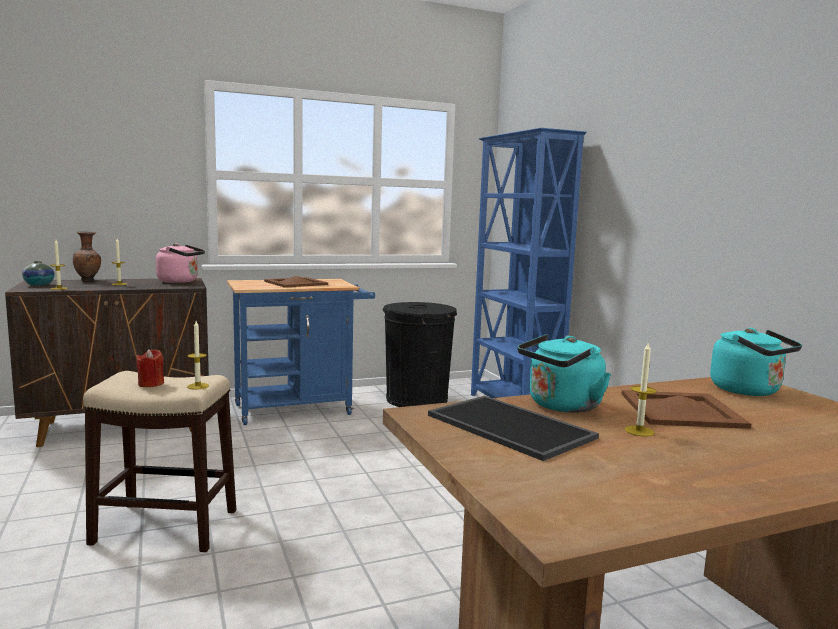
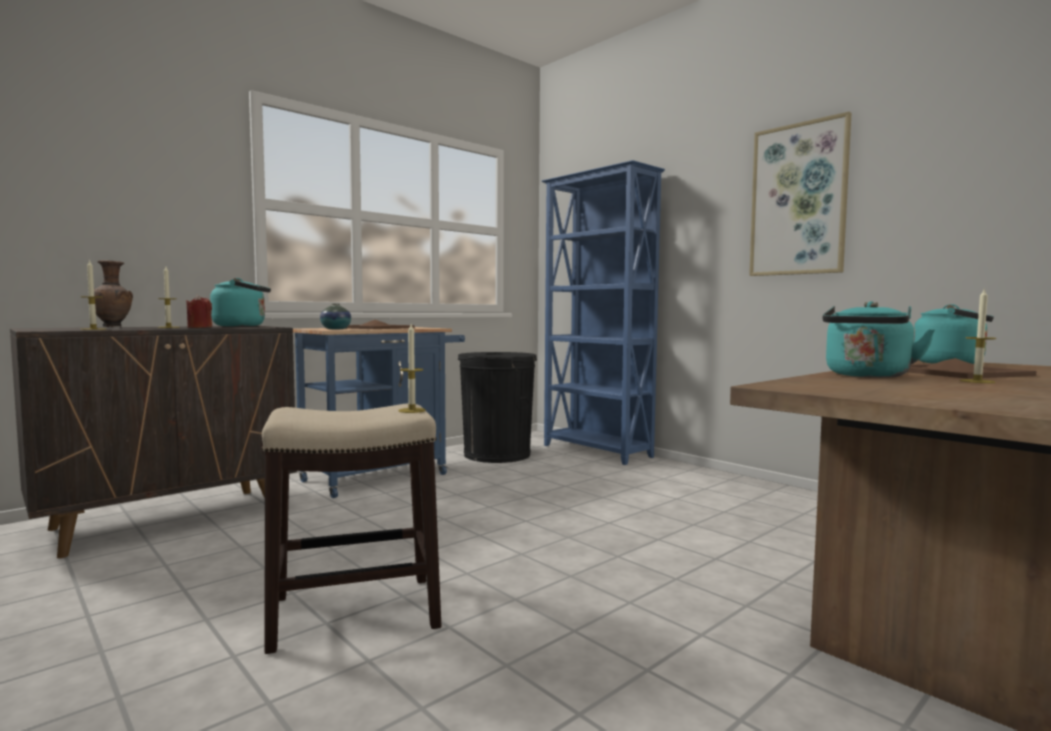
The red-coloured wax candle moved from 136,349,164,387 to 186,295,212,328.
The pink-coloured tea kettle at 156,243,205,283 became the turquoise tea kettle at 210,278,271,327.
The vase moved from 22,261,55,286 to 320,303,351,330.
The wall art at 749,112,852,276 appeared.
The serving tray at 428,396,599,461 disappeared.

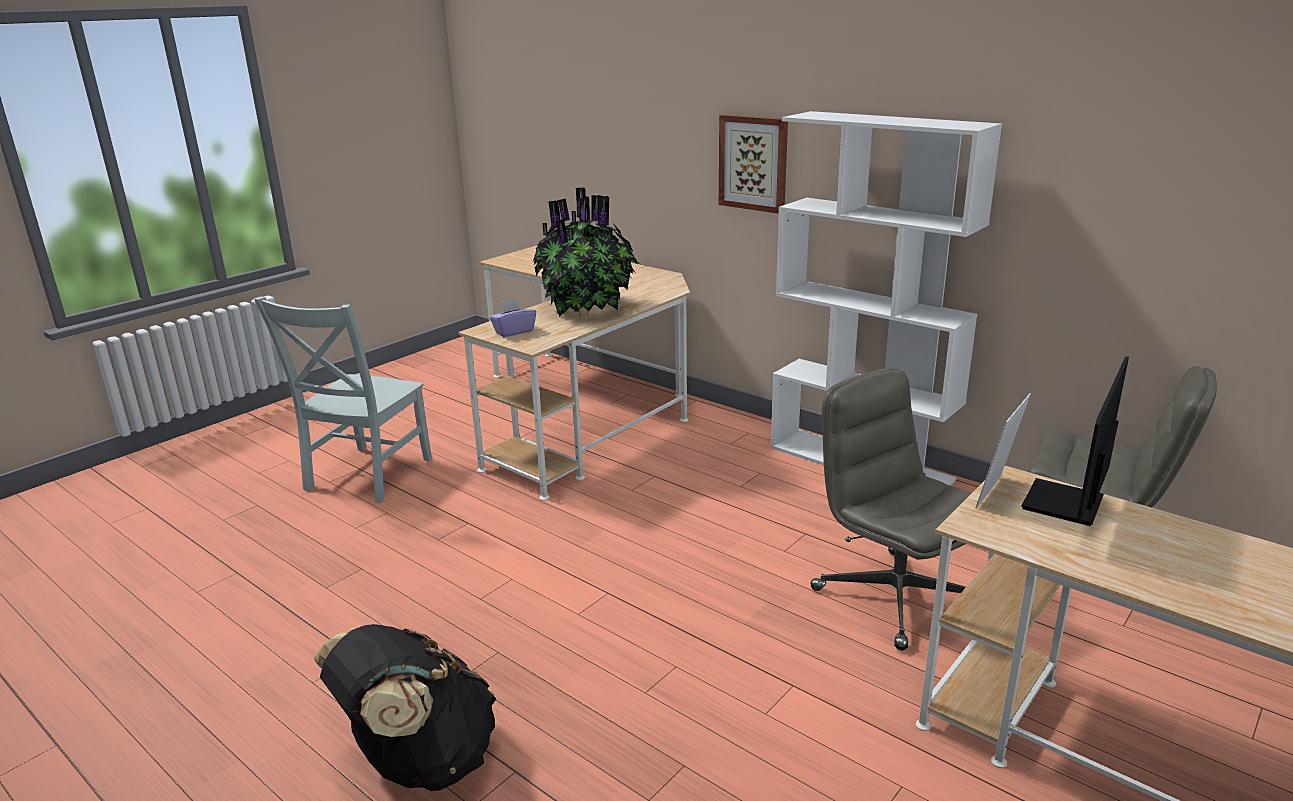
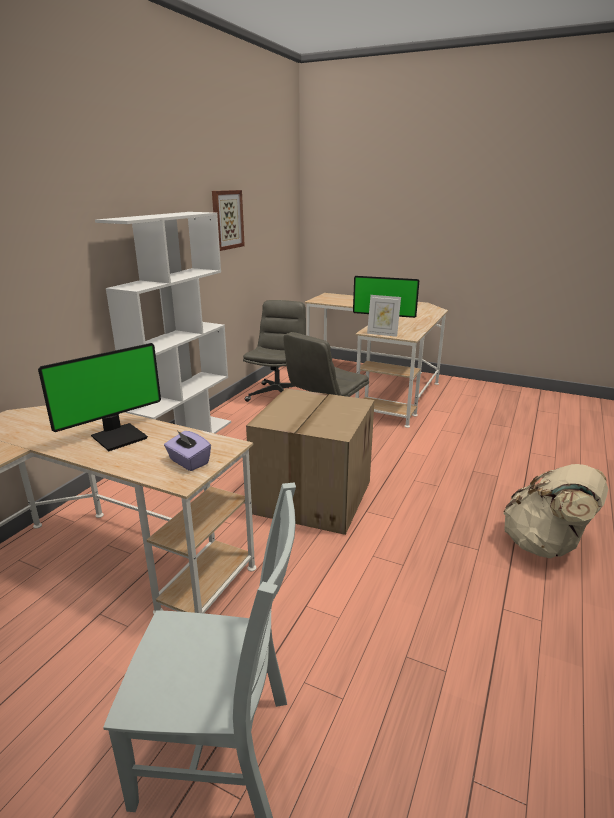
The plant in a pot at 533,188,640,317 was replaced by the monitor at 38,343,161,451.
The wall art moved from 719,114,788,214 to 212,190,245,251.
The cardboard box at 246,388,375,535 appeared.
The black-coloured rucksack at 314,624,496,791 became the beige-coloured rucksack at 503,464,608,558.

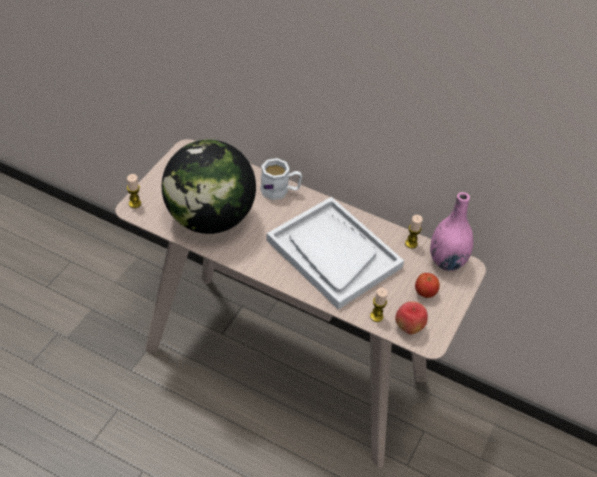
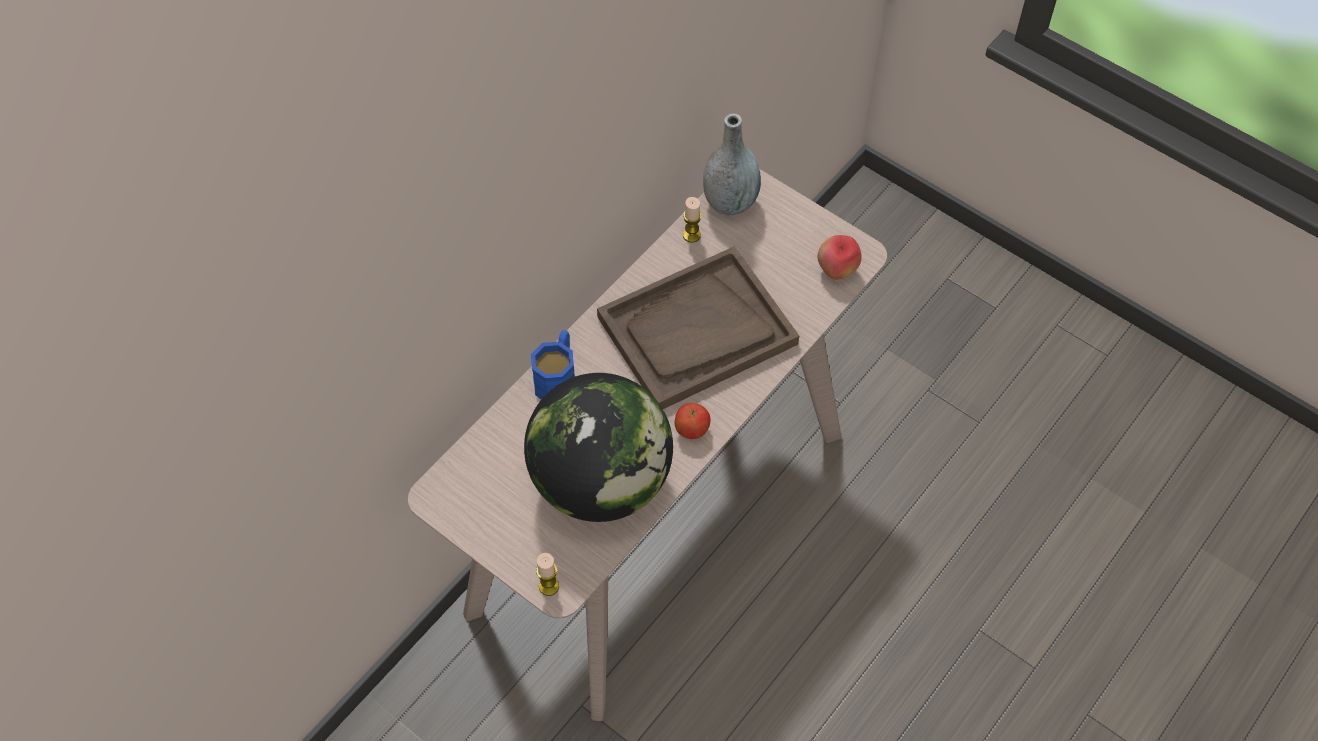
The white-coloured tea mug at 260,158,302,200 became the blue tea mug at 531,330,575,400.
The white-coloured serving tray at 266,197,404,309 became the brown serving tray at 597,246,799,409.
The apple fruit moved from 415,273,440,298 to 675,403,711,439.
The pink-coloured vase at 430,192,473,271 became the greyish vase at 703,114,761,215.
The wax candle at 370,288,388,322 disappeared.

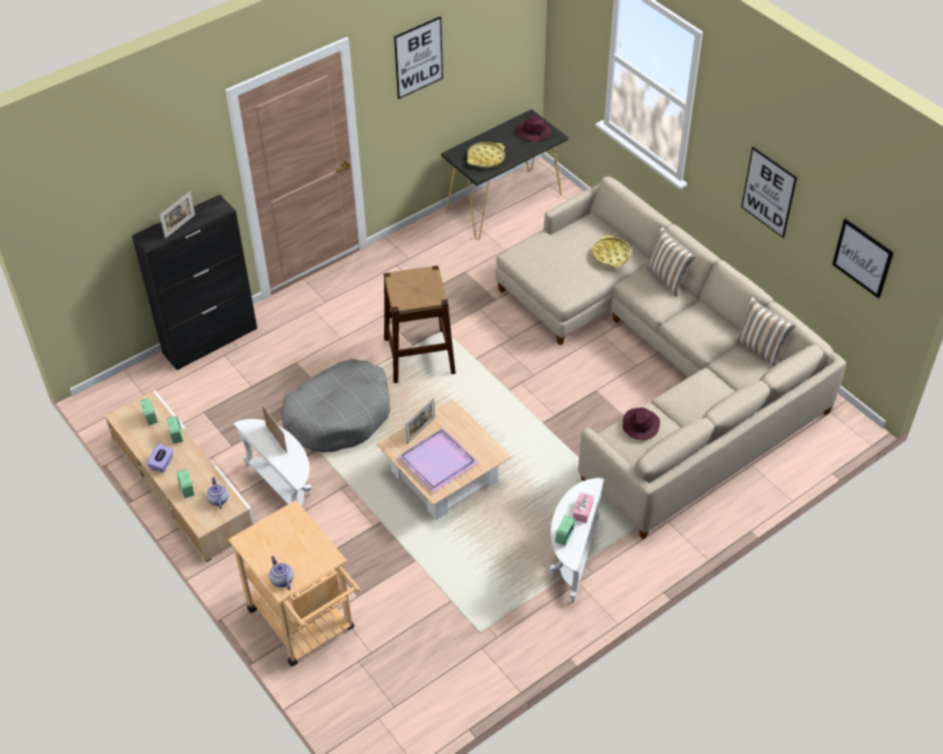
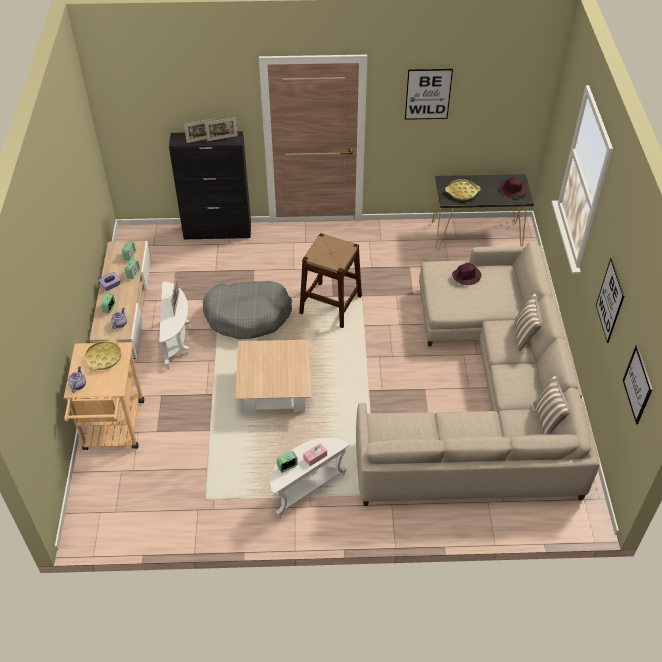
The yellow serving tray moved from 592,235,631,267 to 84,339,121,371.
The standing frame moved from 405,398,435,444 to 205,117,238,141.
The purplish wearable hat moved from 623,408,660,440 to 452,263,481,285.
The purplish serving tray at 397,428,479,493 disappeared.

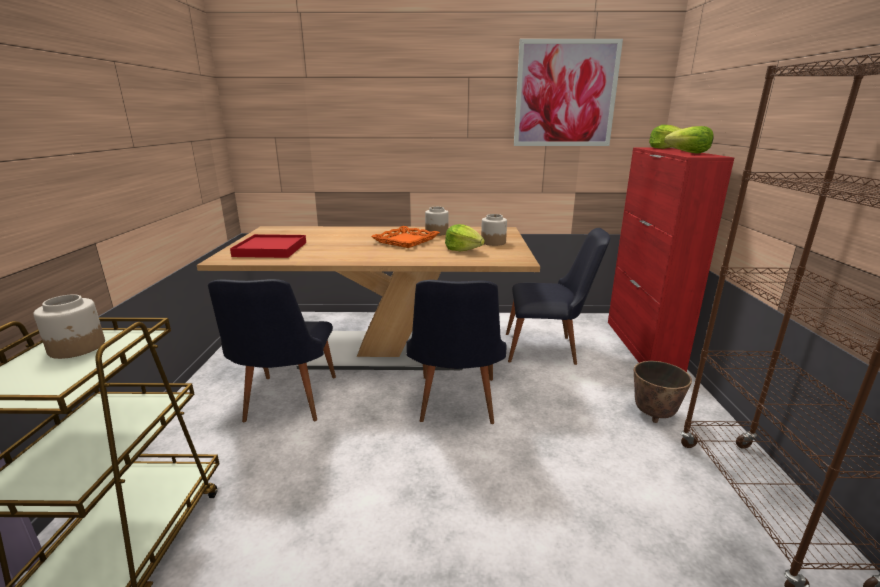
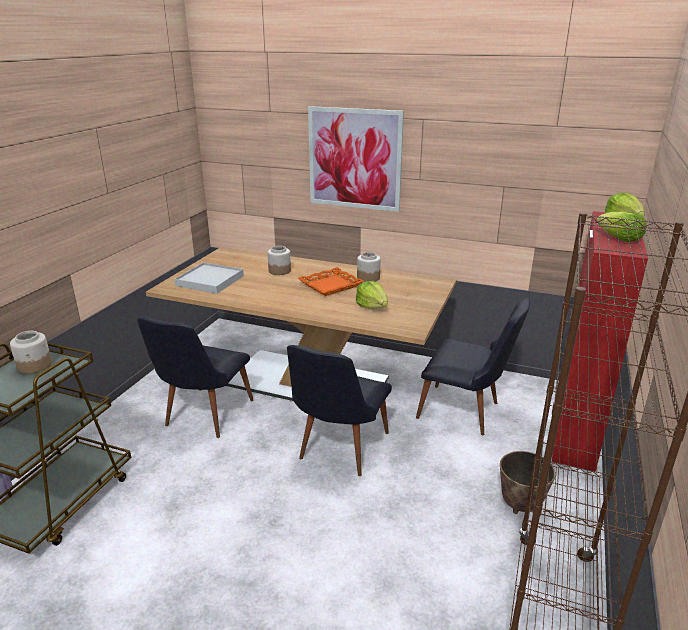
The red-coloured serving tray at 230,234,306,258 became the white-coloured serving tray at 174,262,244,294.
The storage jar moved from 481,214,507,246 to 268,246,291,275.
The wall art moved from 514,39,623,146 to 308,106,404,212.

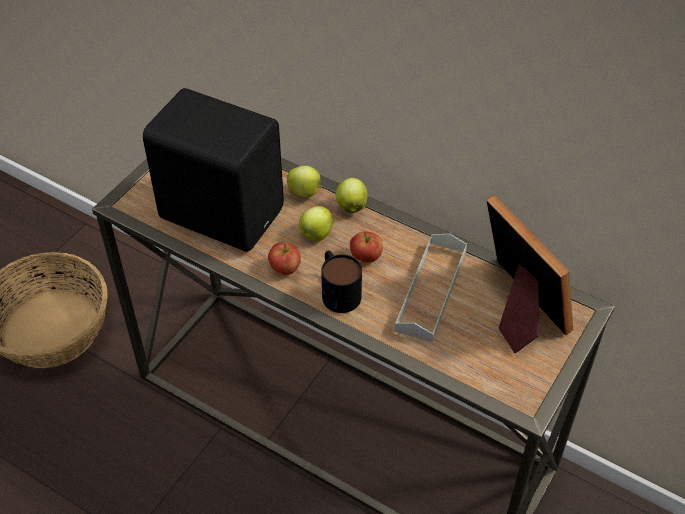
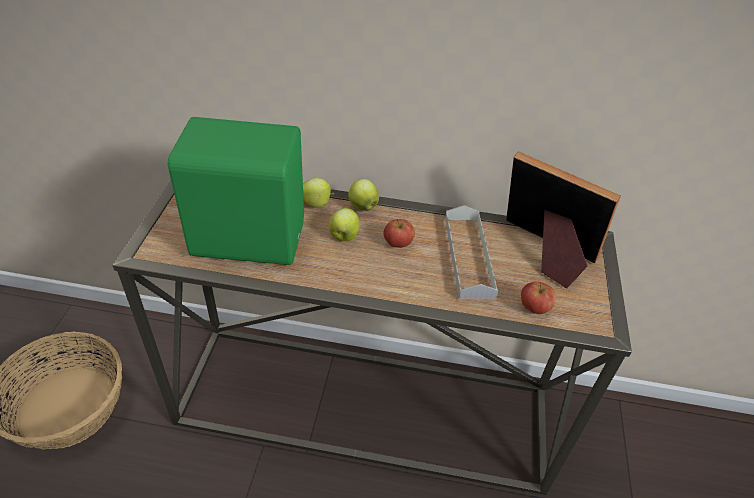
The black-coloured speaker at 143,88,284,252 became the green-coloured speaker at 168,117,304,265.
The apple fruit moved from 268,242,301,275 to 521,281,556,314.
The tea mug at 321,251,362,313 disappeared.

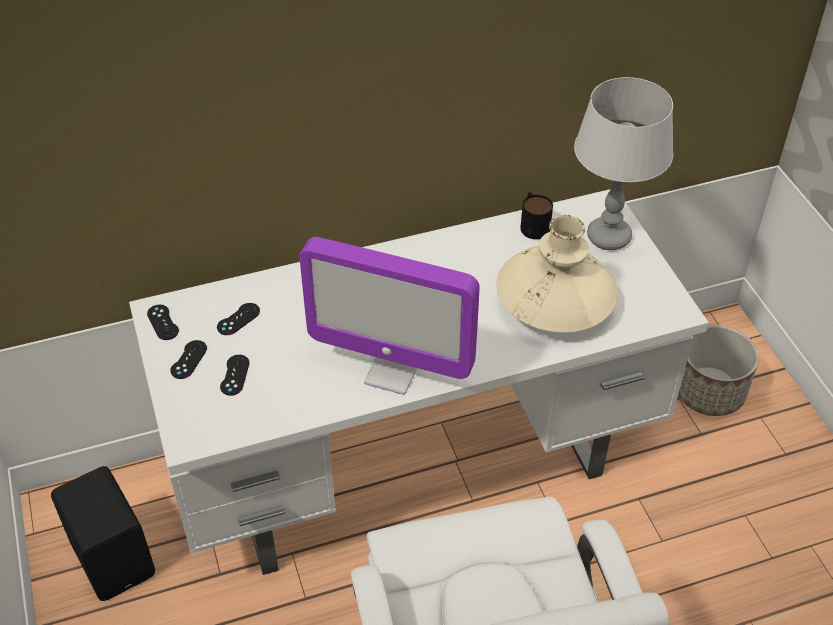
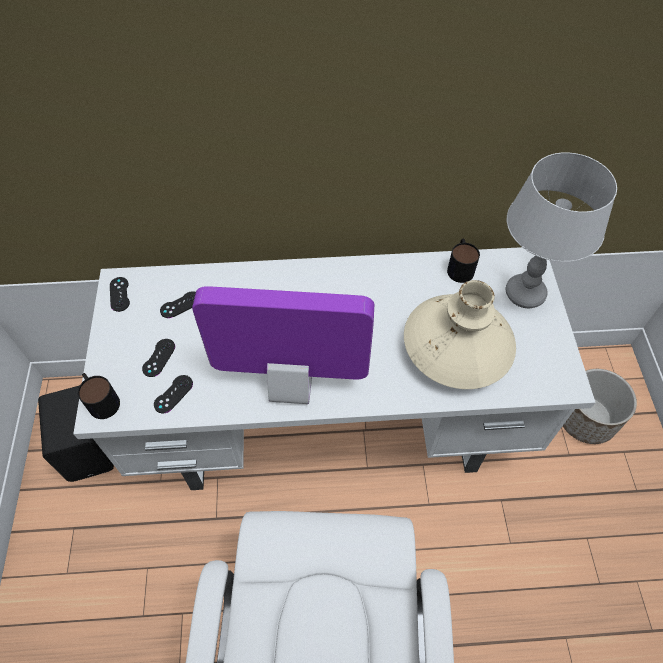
The tea mug at 78,373,120,419 appeared.
The black-coloured joypad moved from 170,340,207,379 to 154,375,193,413.
The monitor at 300,237,479,395 turned 150 degrees clockwise.

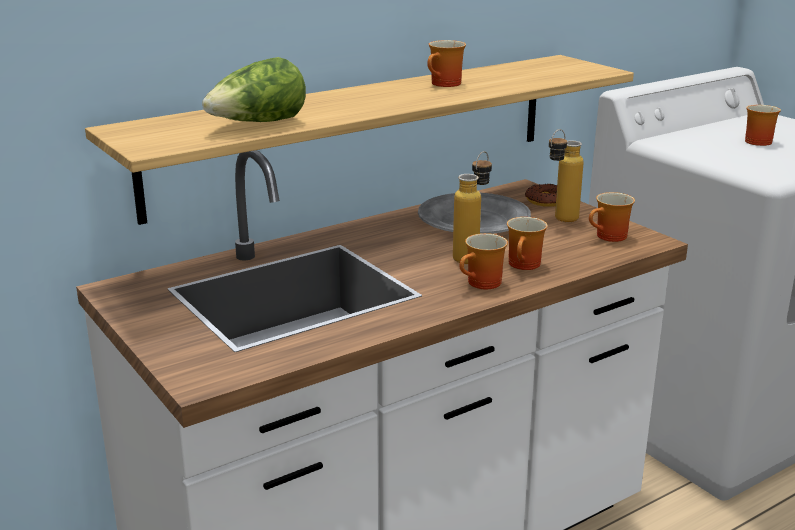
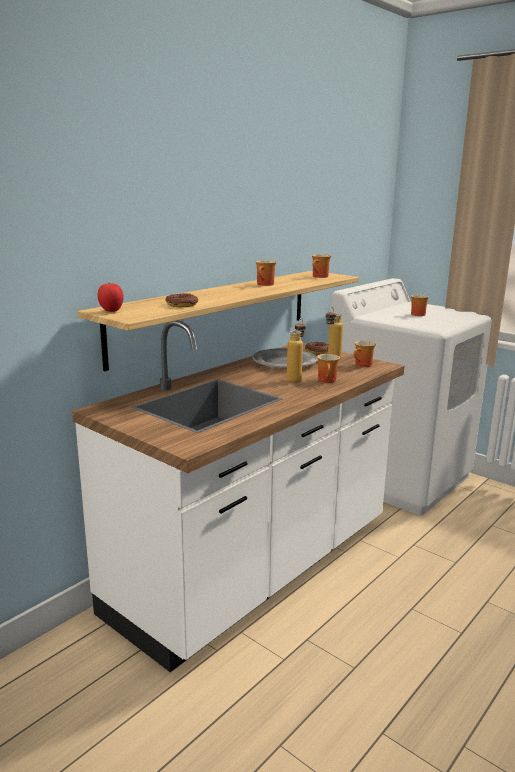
The tomato at 97,282,124,312 appeared.
The lettuce head at 202,57,306,122 was replaced by the donut at 165,293,198,307.
The tea mug moved from 459,233,508,289 to 312,254,331,278.

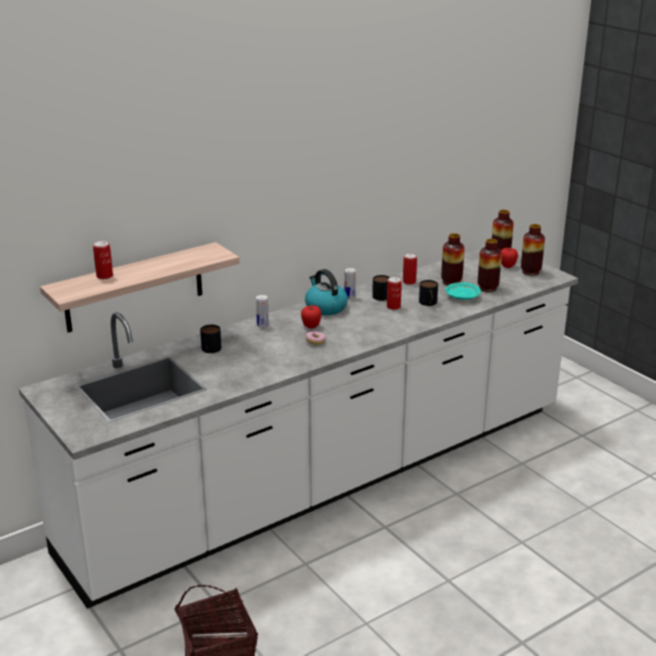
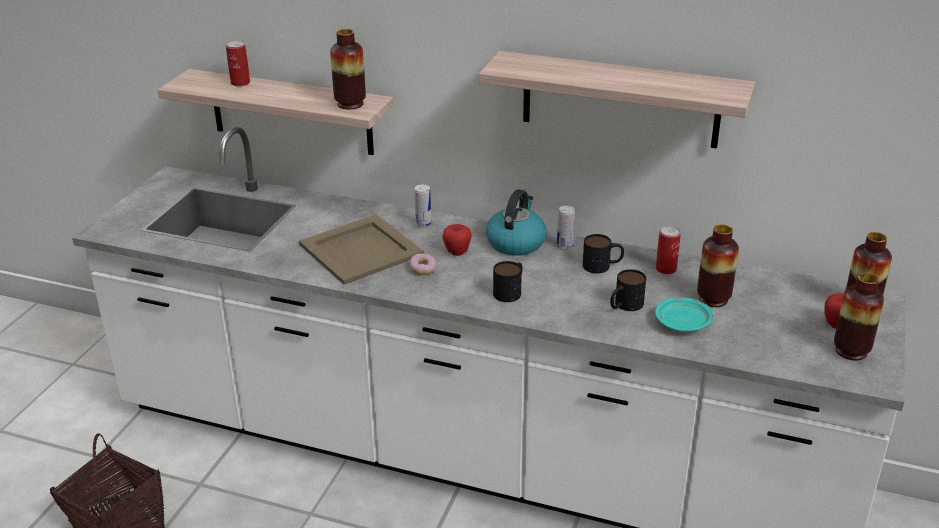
The beige-coloured serving tray at 299,214,424,285 appeared.
The vase moved from 478,239,502,292 to 330,29,366,109.
The shelf at 479,51,756,148 appeared.
The tea mug moved from 200,325,222,353 to 493,261,522,302.
The can at 387,277,402,310 disappeared.

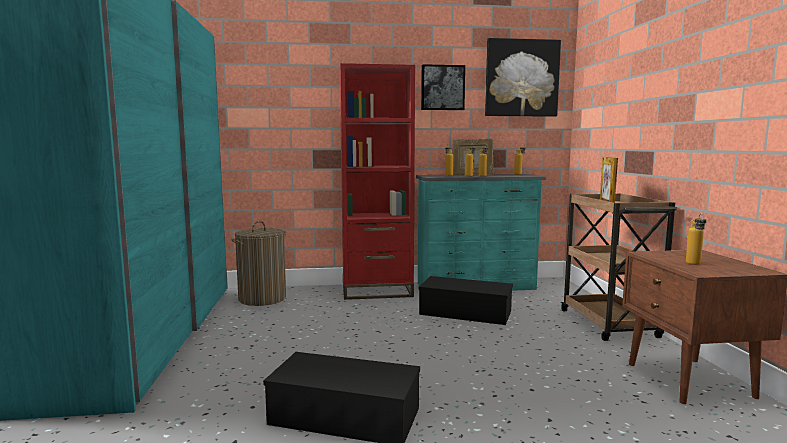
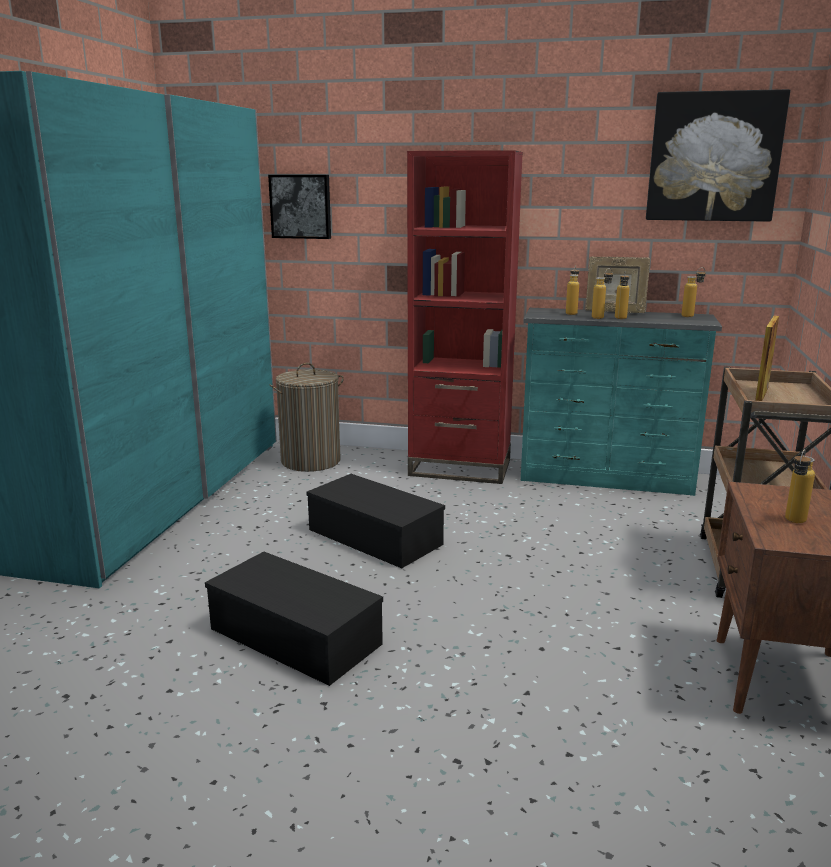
The wall art moved from 421,64,465,110 to 268,175,331,239.
The black-coloured storage bin moved from 419,276,513,325 to 306,474,445,568.

